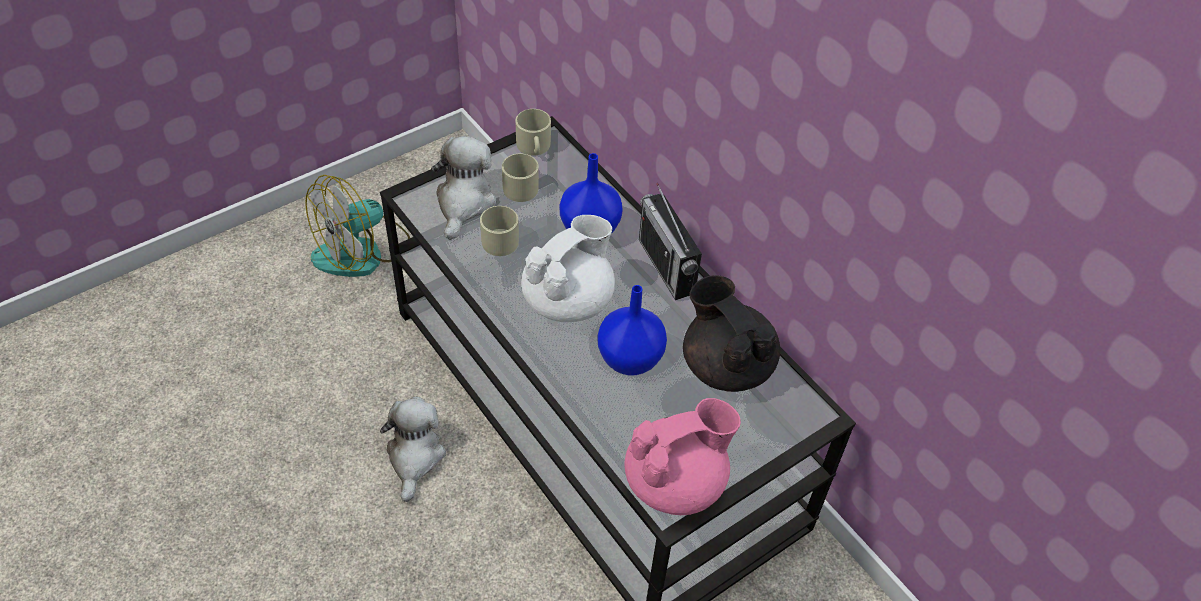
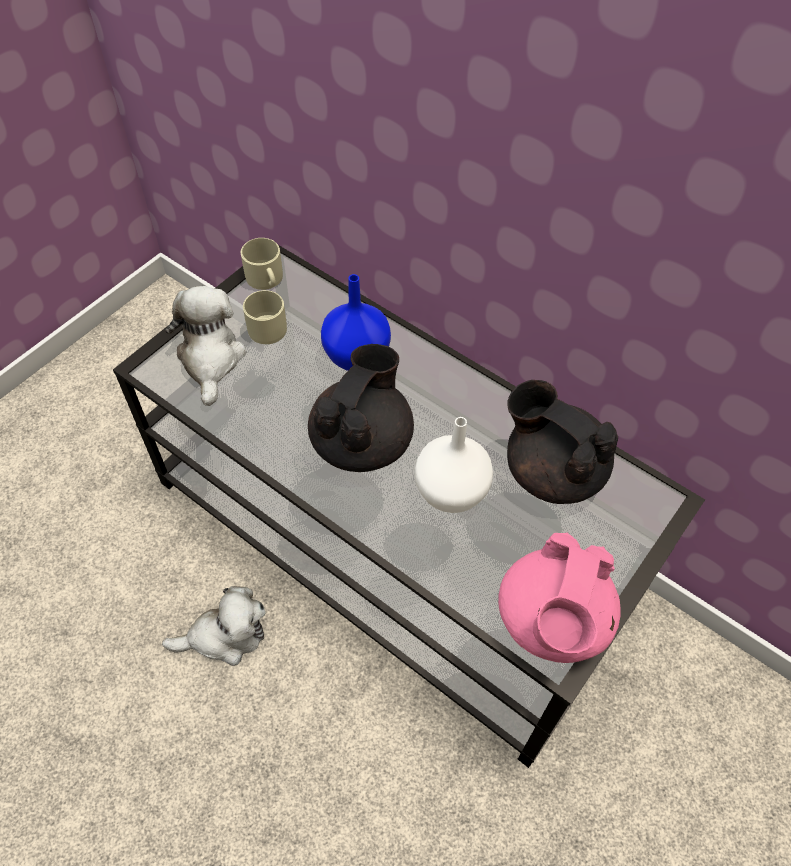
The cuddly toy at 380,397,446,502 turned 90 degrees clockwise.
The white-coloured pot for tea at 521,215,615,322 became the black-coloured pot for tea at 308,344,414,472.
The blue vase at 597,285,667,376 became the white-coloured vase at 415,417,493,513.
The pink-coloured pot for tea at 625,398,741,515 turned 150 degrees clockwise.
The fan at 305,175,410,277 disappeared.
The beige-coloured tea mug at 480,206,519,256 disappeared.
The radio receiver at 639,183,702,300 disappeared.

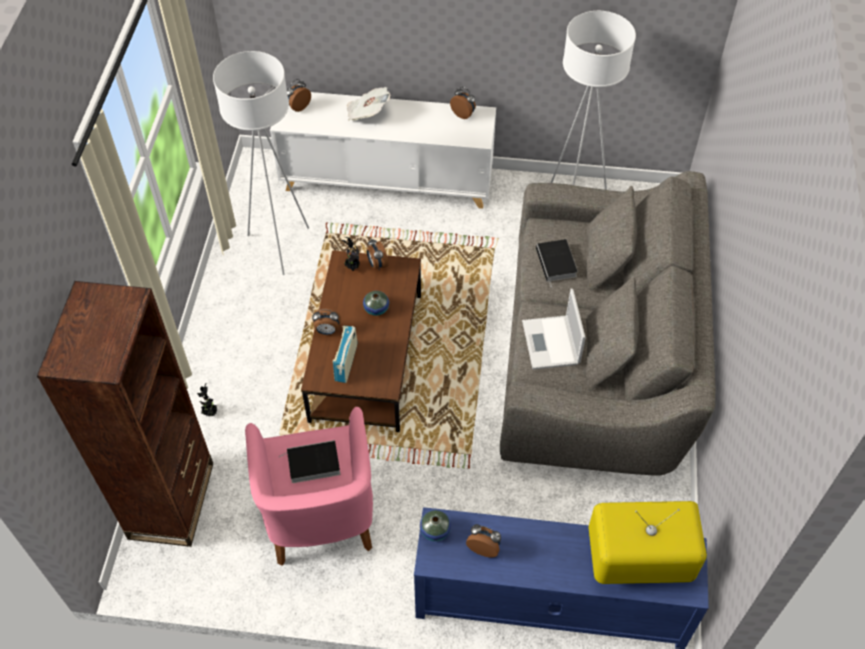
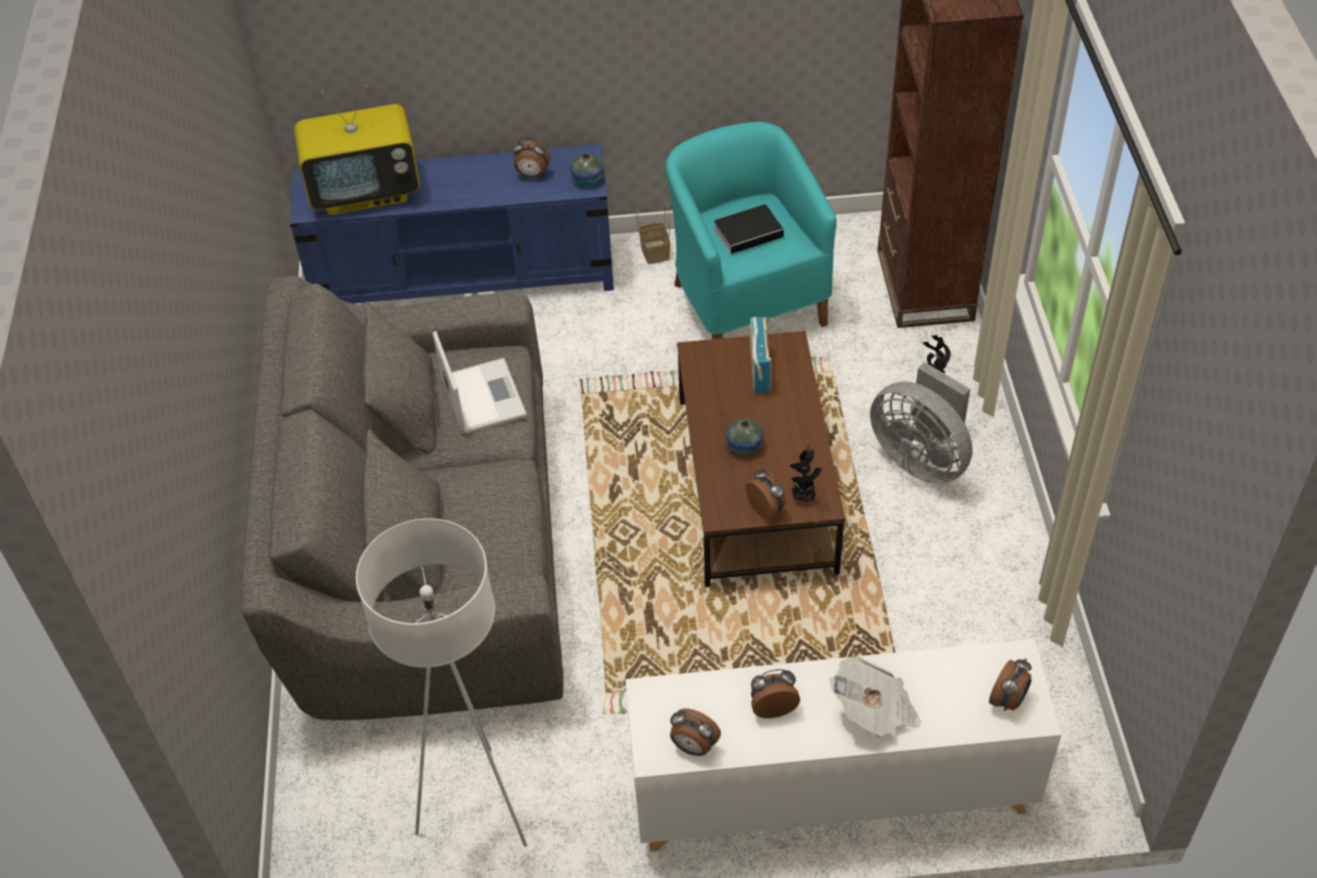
The household basket at 636,203,670,264 appeared.
The pink-coloured armchair at 245,407,373,566 became the turquoise armchair at 666,122,837,339.
The bedside clock moved from 312,309,341,335 to 751,669,800,718.
The greyish fan at 870,362,973,484 appeared.
The white-coloured standing lamp at 213,51,309,275 disappeared.
The volume at 536,239,578,287 disappeared.

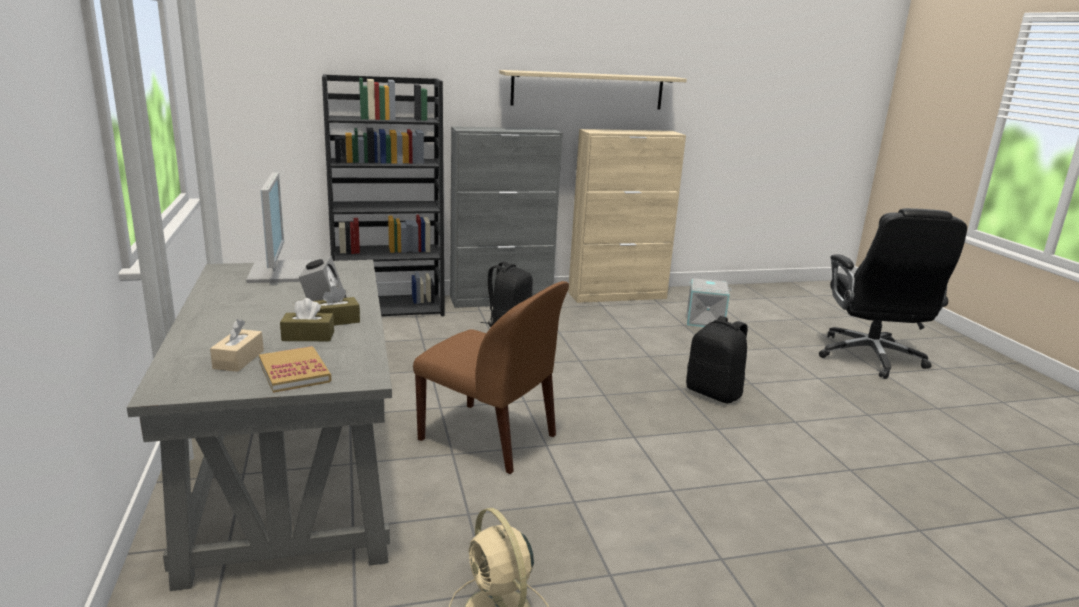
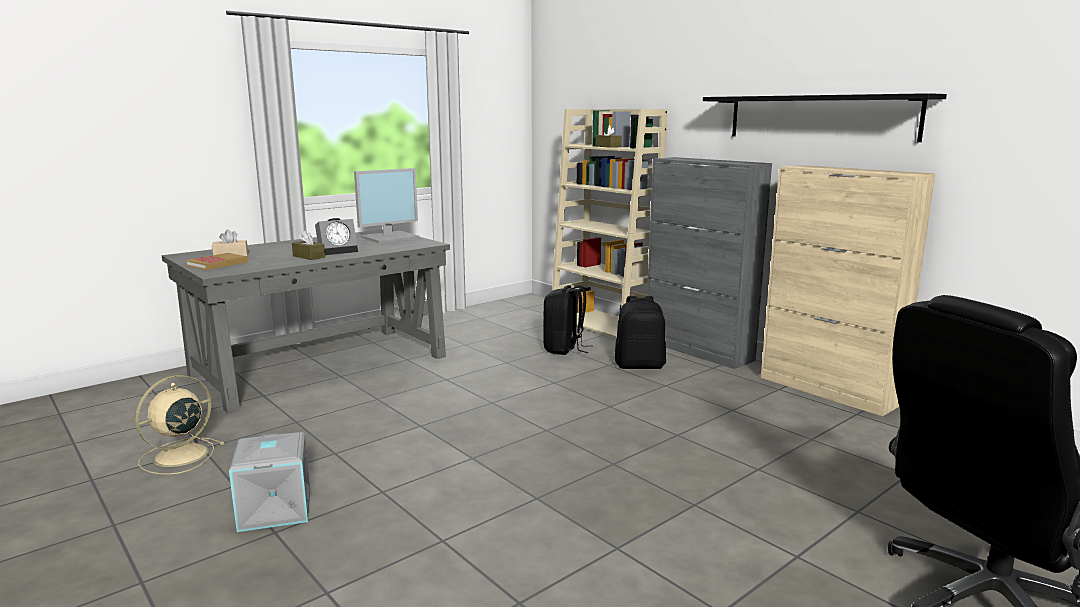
The greyish storage bin moved from 687,278,732,327 to 229,432,310,532.
The black-coloured rucksack moved from 686,316,748,404 to 543,285,593,355.
The black-coloured bookcase at 322,74,445,316 became the beige-coloured bookcase at 552,109,668,338.
The brown tissue box moved from 280,298,334,341 to 596,125,622,148.
The beige-coloured shelf at 499,70,687,110 became the black-coloured shelf at 703,93,947,142.
The brown chair at 413,281,569,474 disappeared.

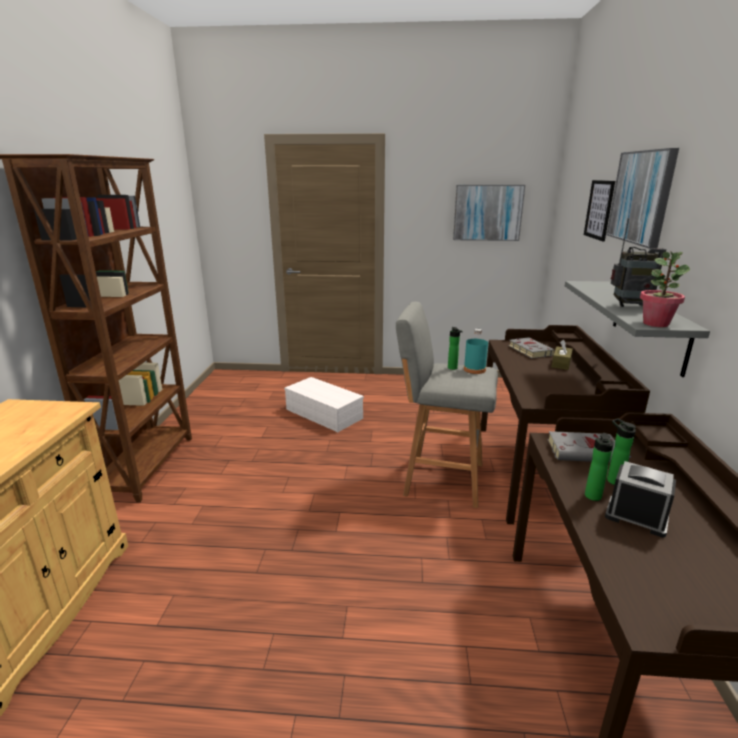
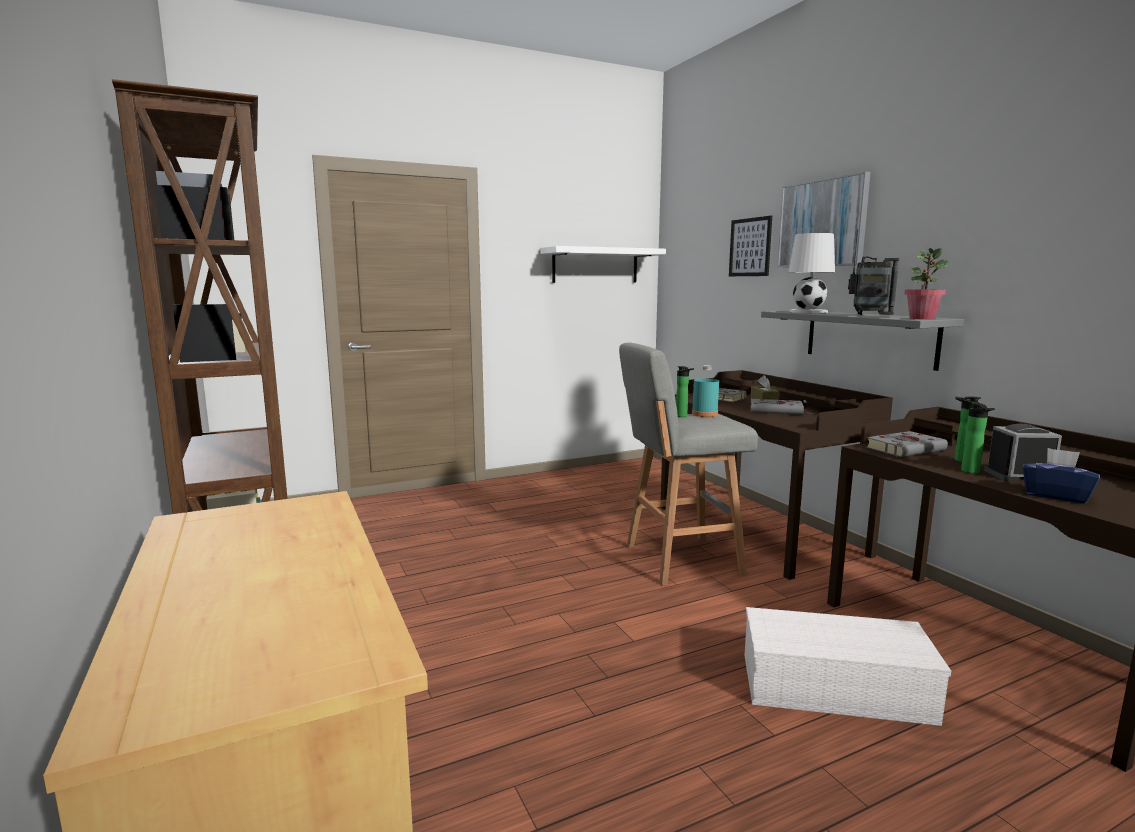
The wall art at 453,185,525,241 was replaced by the white-coloured shelf at 540,246,666,283.
The white-coloured storage bin moved from 284,377,364,432 to 745,607,951,726.
The greyish volume at 750,399,812,415 appeared.
The white-coloured table lamp at 788,233,835,313 appeared.
The radio receiver at 611,218,666,307 turned 45 degrees clockwise.
The blue tissue box at 1023,448,1100,504 appeared.

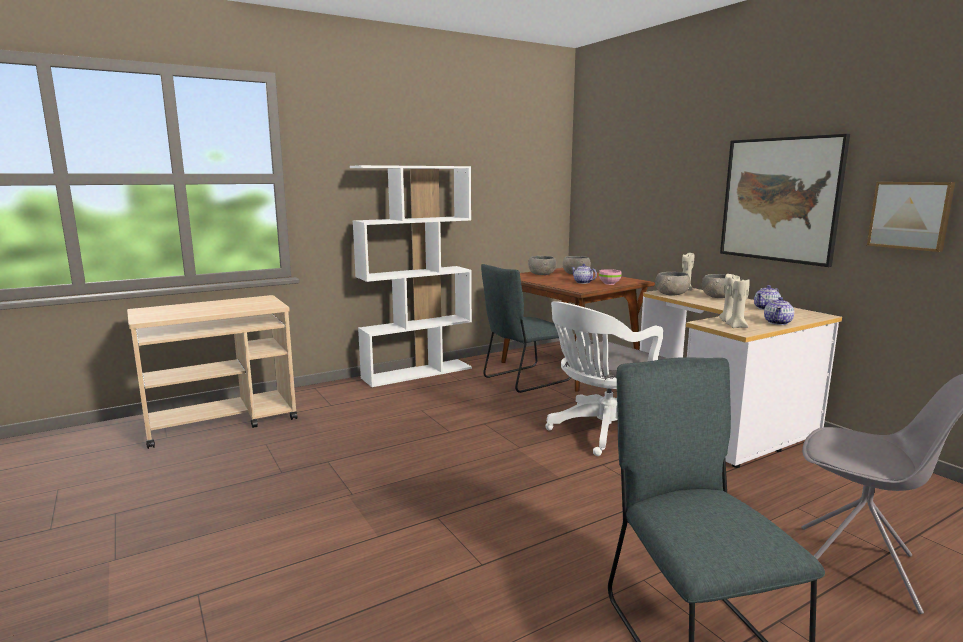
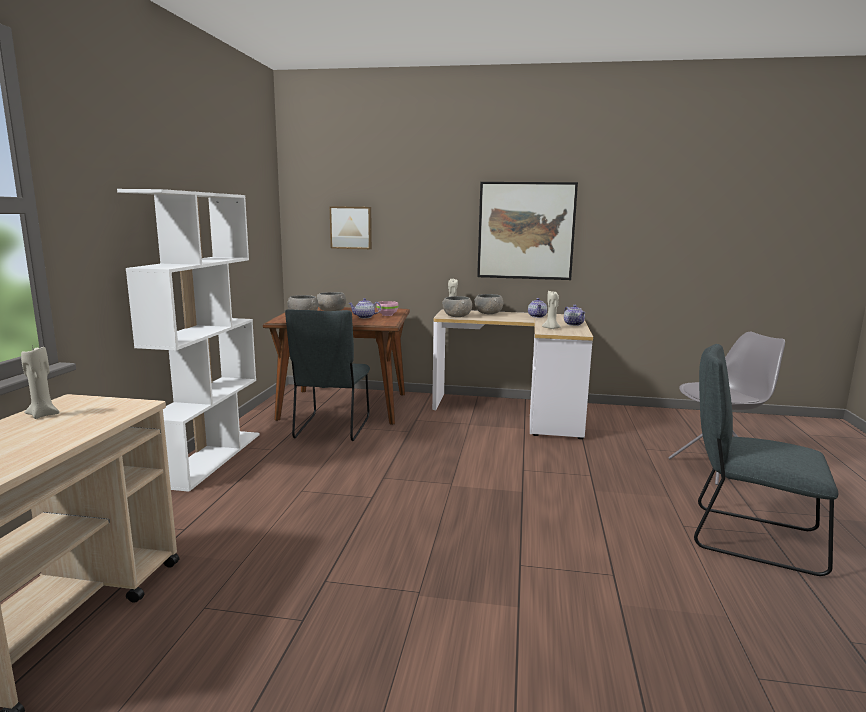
The beige-coloured wax candle moved from 725,279,750,328 to 21,345,60,419.
The wall art moved from 867,182,955,252 to 330,206,372,249.
The white-coloured desk chair at 545,302,667,456 disappeared.

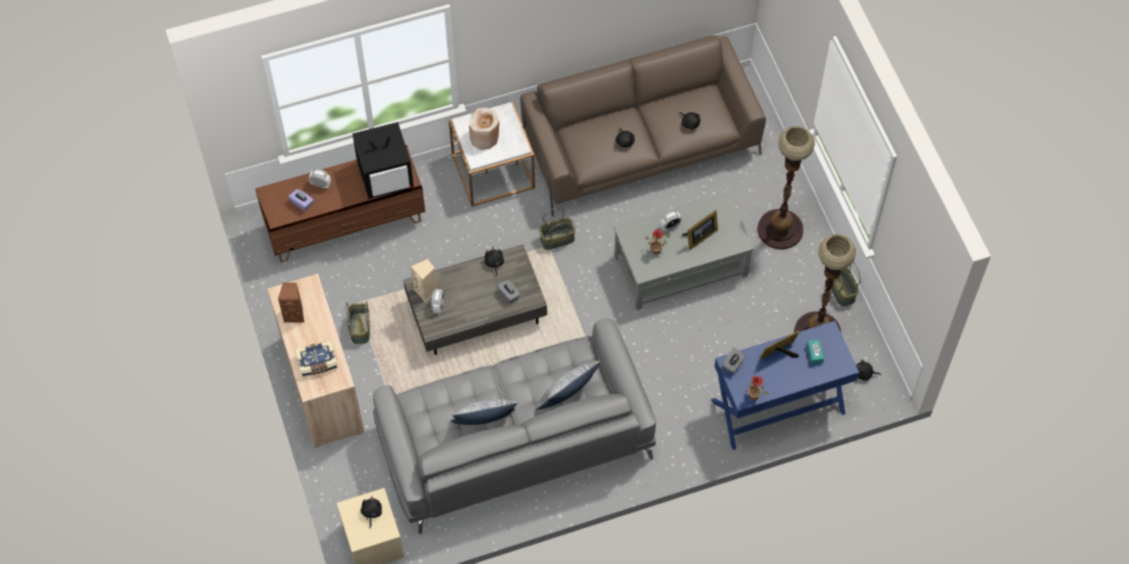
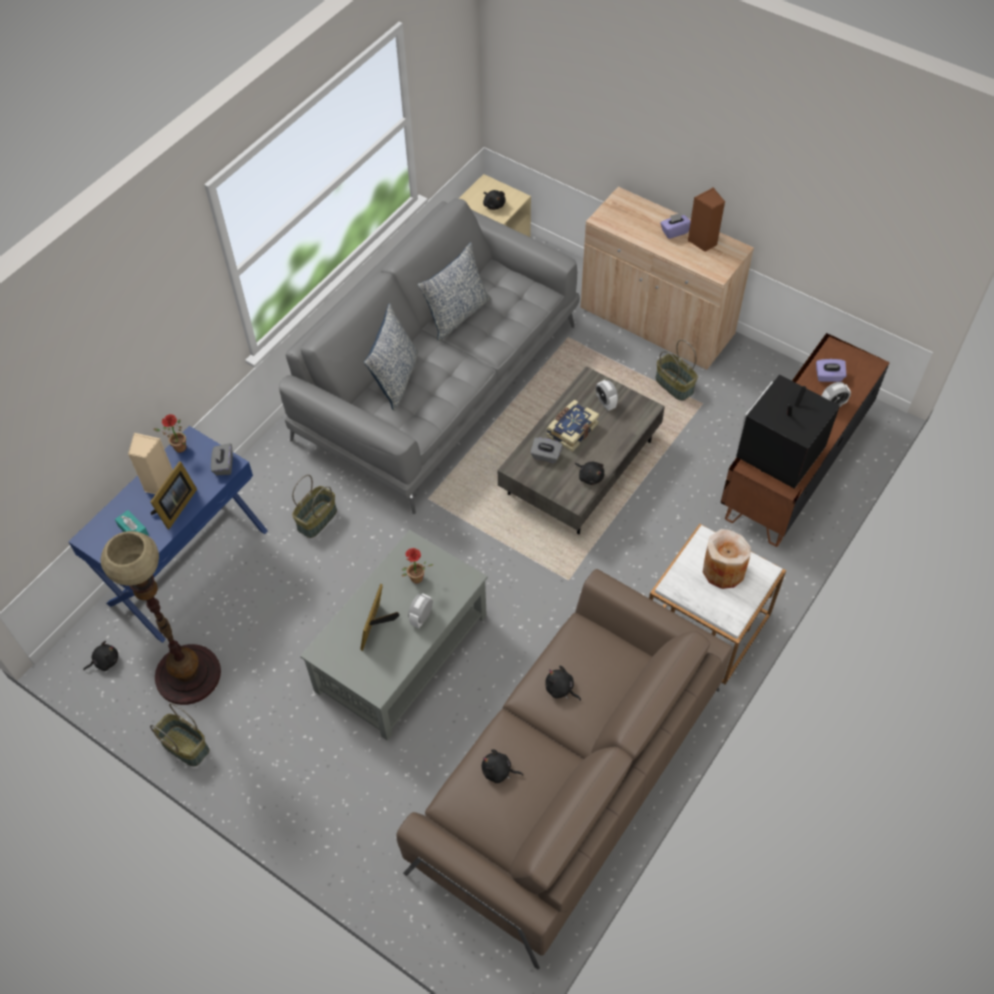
The beige-coloured speaker moved from 410,259,437,302 to 128,432,173,494.
The household basket moved from 539,208,576,250 to 292,475,337,538.
The volume moved from 295,340,338,377 to 546,400,599,452.
The purplish tissue box at 660,213,691,239 appeared.
The standing lamp at 758,126,815,249 disappeared.

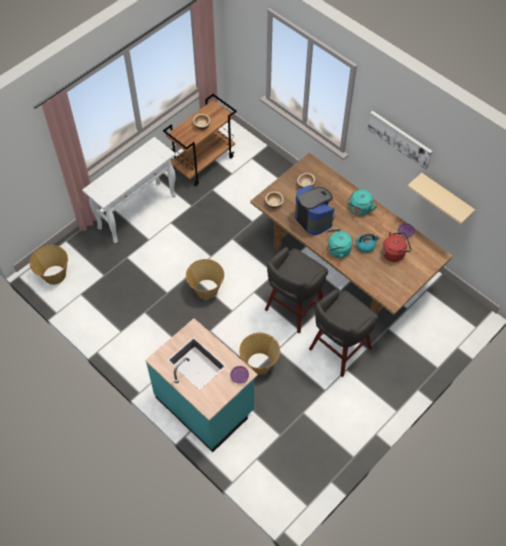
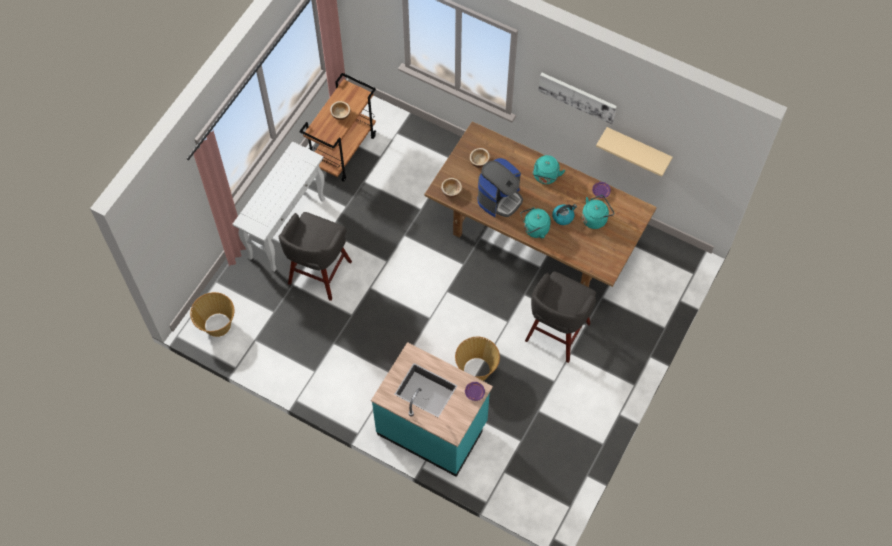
The greyish sitting stool moved from 265,247,328,333 to 279,212,352,301.
The coffee brewer at 295,185,335,235 turned 90 degrees clockwise.
The red-coloured tea kettle at 382,232,411,262 became the turquoise tea kettle at 582,195,614,229.
The household basket at 186,259,224,299 disappeared.

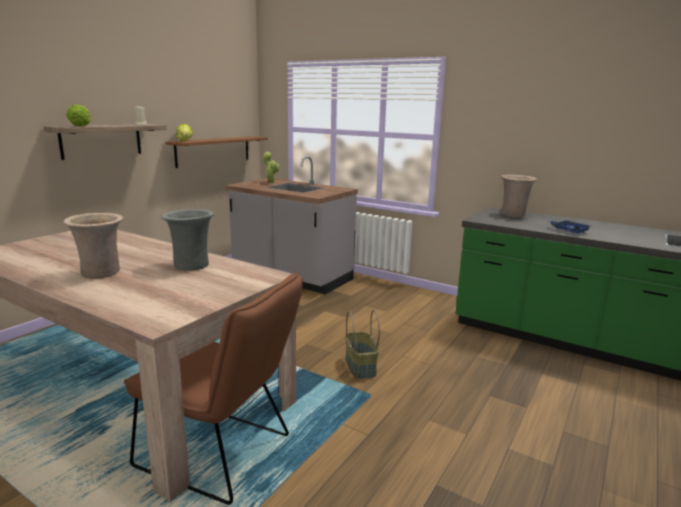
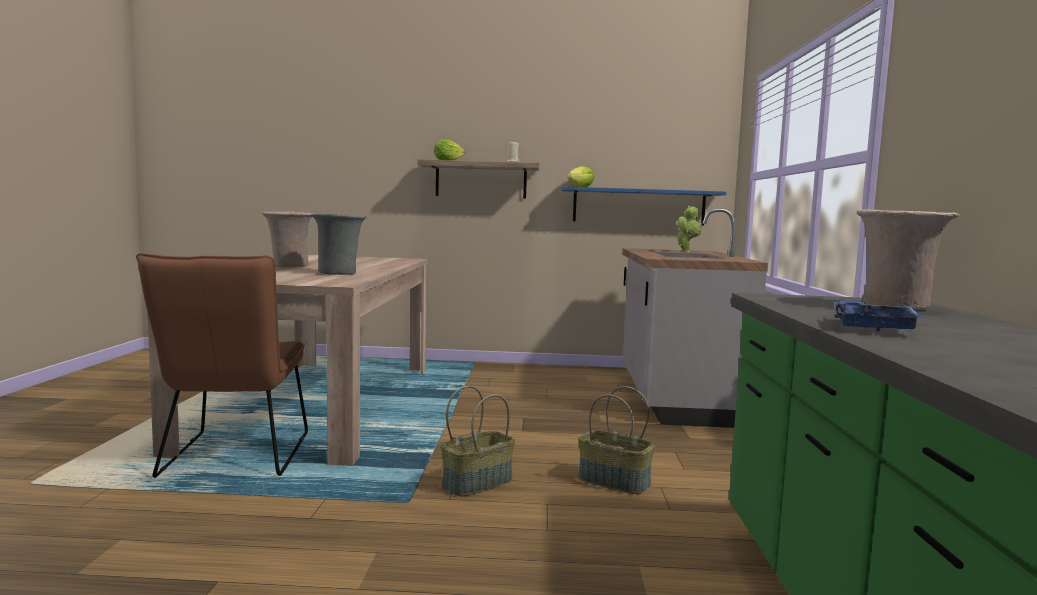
The brown shelf at 165,136,268,168 became the blue shelf at 562,187,726,226.
The household basket at 578,386,655,494 appeared.

